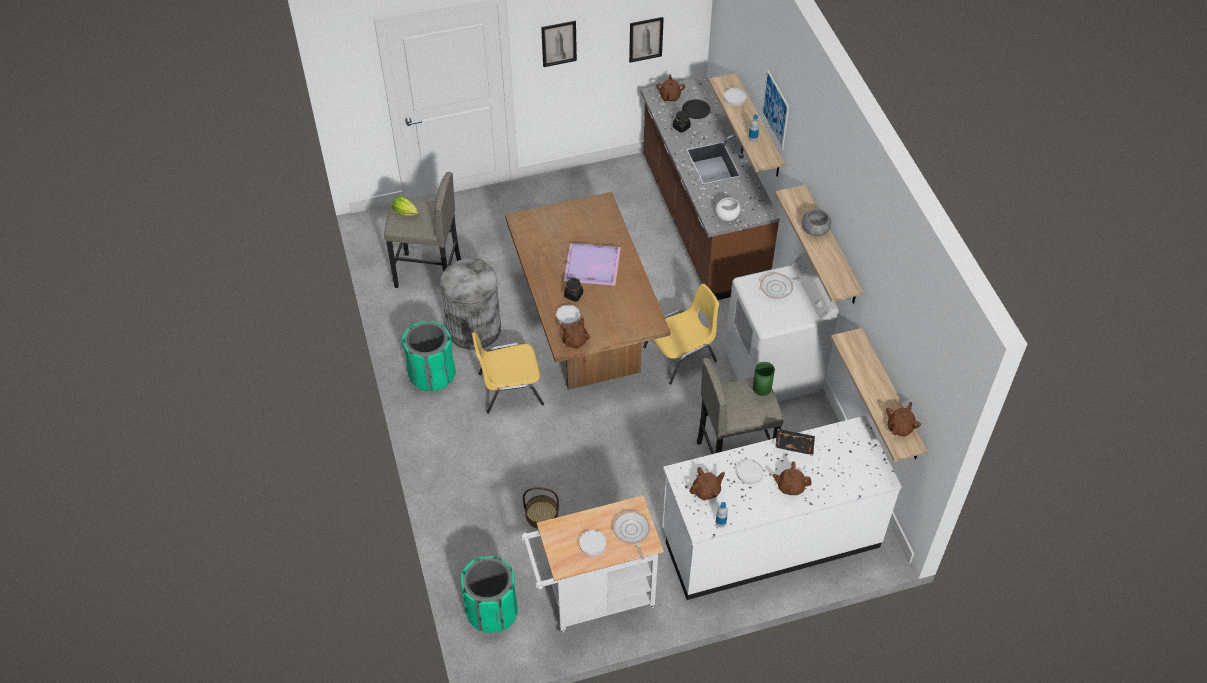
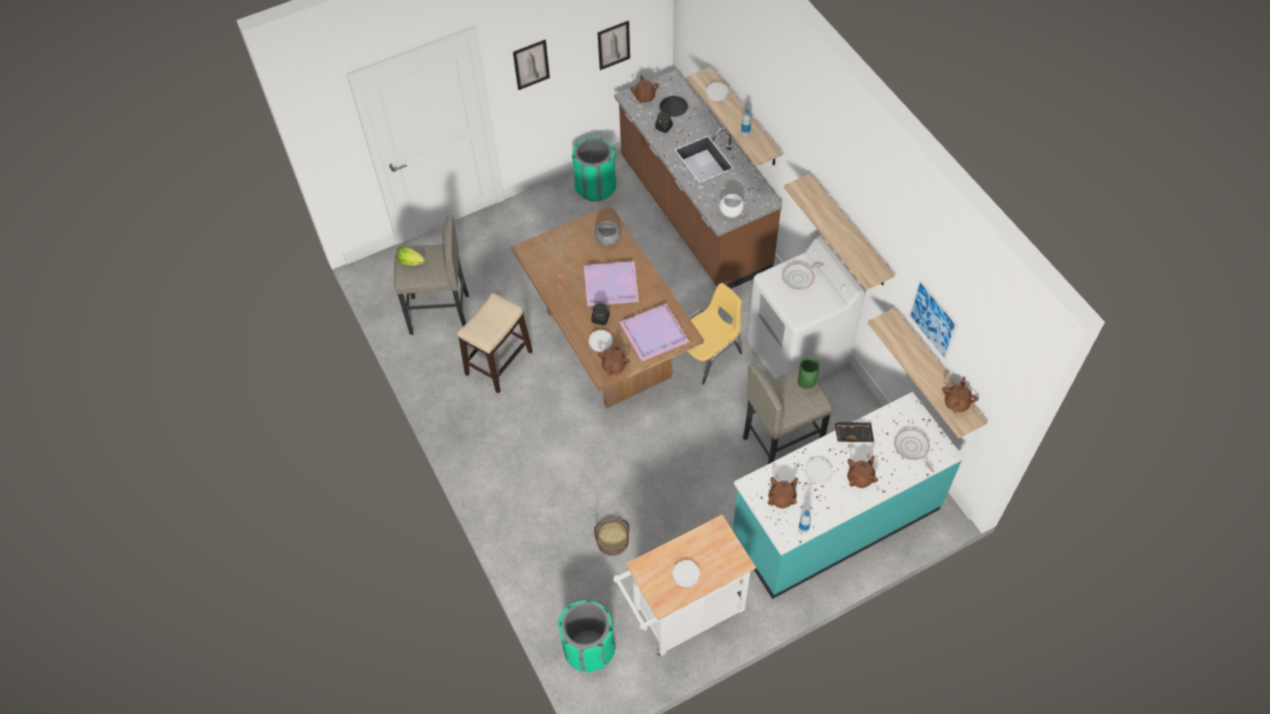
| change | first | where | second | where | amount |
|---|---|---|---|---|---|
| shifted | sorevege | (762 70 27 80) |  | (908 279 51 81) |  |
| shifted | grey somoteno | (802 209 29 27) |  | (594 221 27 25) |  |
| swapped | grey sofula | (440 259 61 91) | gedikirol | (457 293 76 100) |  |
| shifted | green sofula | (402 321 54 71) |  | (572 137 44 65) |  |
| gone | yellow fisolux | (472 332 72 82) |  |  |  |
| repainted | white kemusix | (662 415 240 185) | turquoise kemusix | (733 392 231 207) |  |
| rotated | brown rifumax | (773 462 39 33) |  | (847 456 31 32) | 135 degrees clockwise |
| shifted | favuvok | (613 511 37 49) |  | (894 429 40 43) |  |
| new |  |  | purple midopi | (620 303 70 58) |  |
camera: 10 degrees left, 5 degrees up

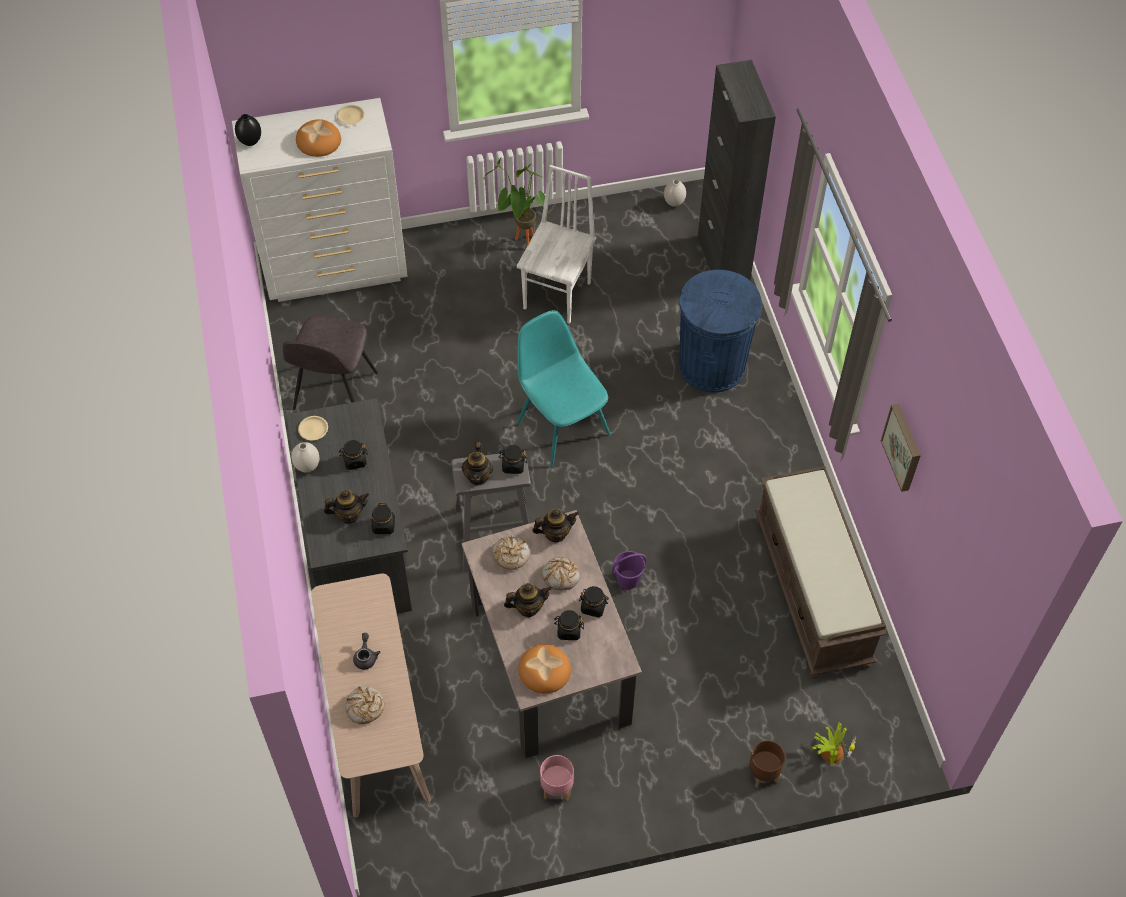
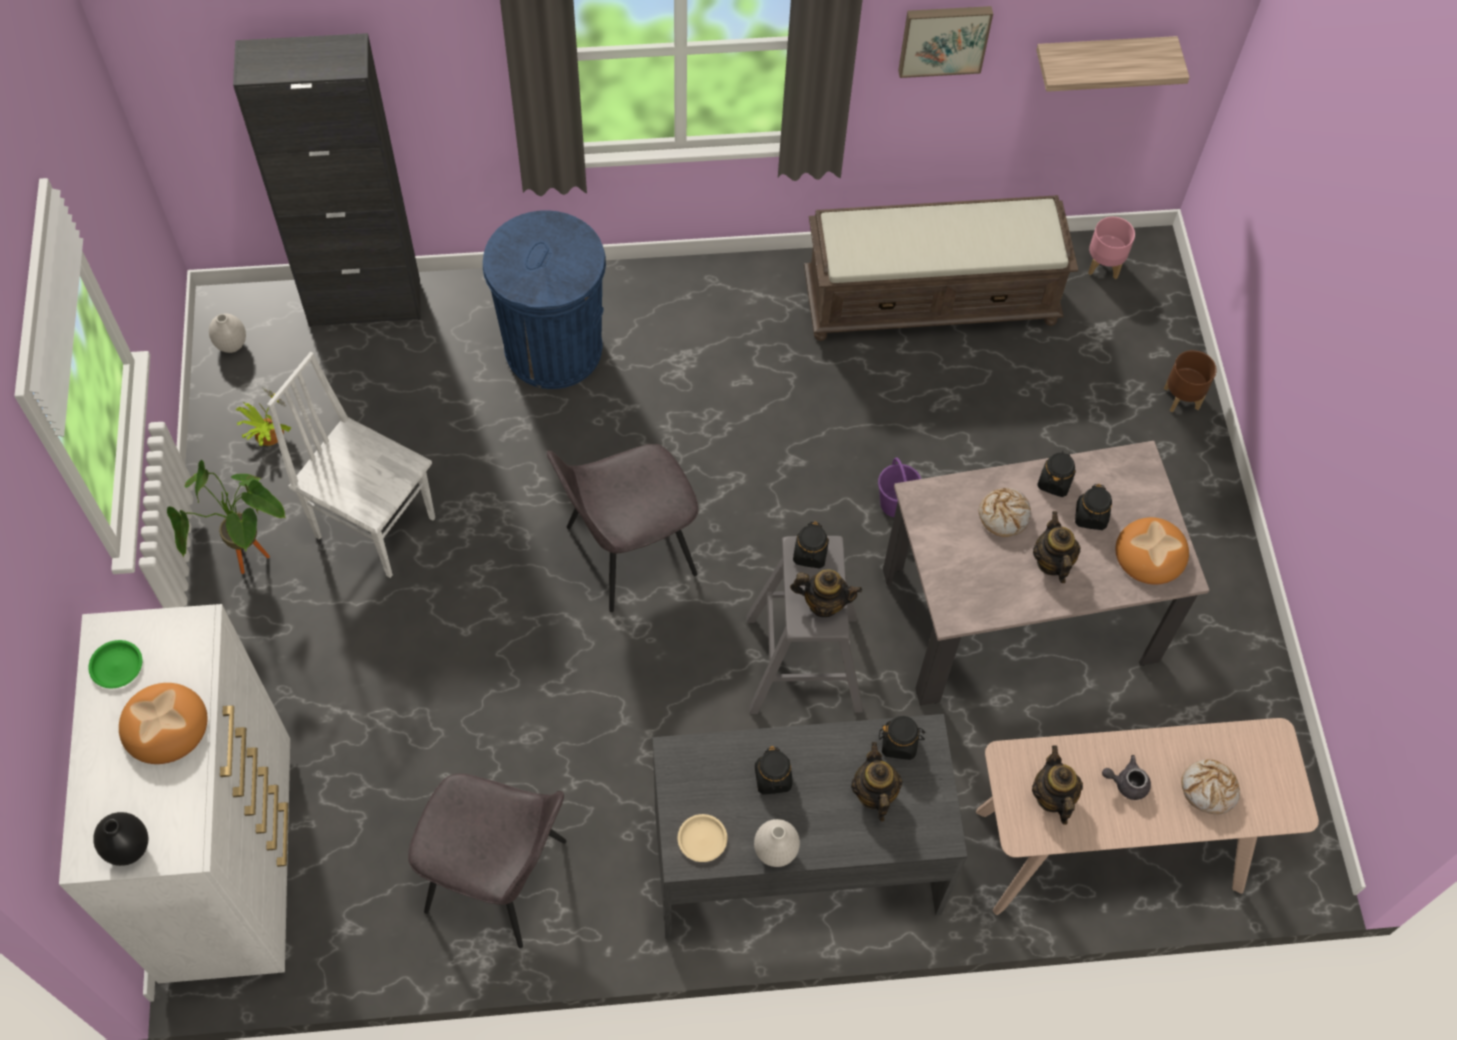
| change | first | where | second | where | amount |
|---|---|---|---|---|---|
| repainted | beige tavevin | (337 105 28 20) | green tavevin | (88 640 54 48) |  |
| repainted | turquoise fisolux | (517 310 93 157) | grey fisolux | (547 444 151 168) |  |
| shifted | rifumax | (532 509 47 34) |  | (1032 745 51 80) |  |
| gone | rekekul | (492 535 38 35) |  |  |  |
| shifted | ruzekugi | (812 723 44 43) |  | (236 388 55 58) |  |
| shifted | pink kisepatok | (540 755 34 46) |  | (1088 217 47 62) |  |
| new |  |  | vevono | (1036 36 154 56) |  |
camera: 85 degrees left, 5 degrees up

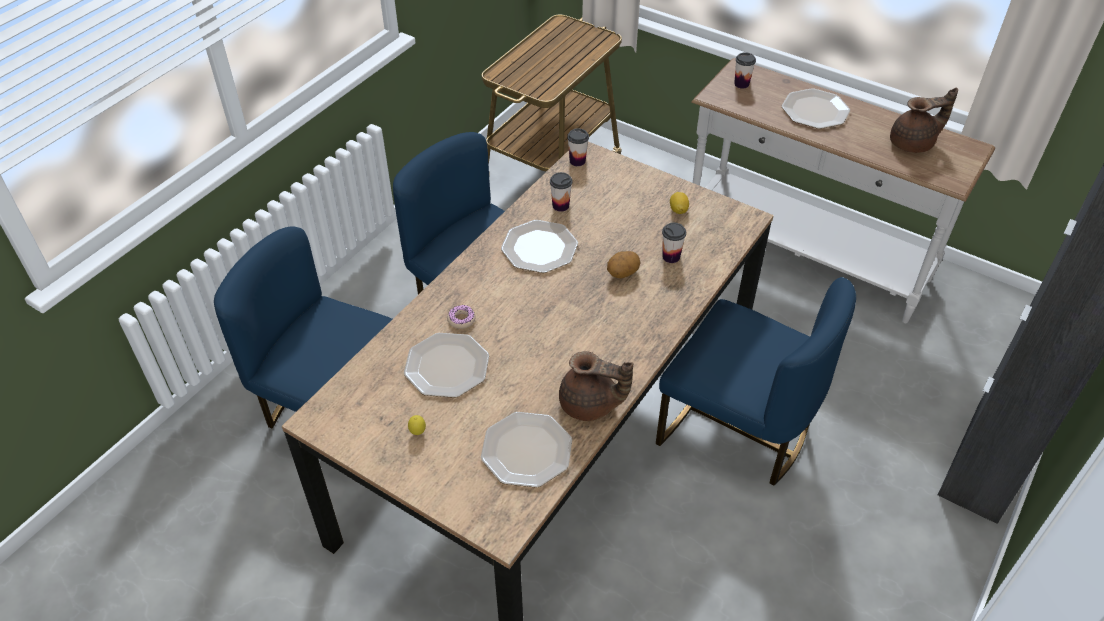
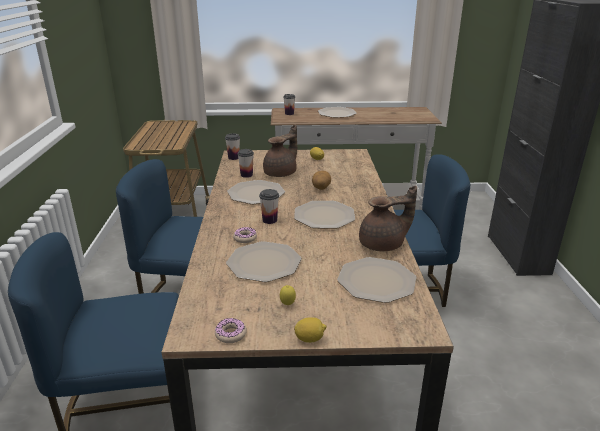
| change | first | where | second | where | amount |
|---|---|---|---|---|---|
| shifted | brown rifumax | (890 87 68 66) |  | (263 124 34 53) |  |
| shifted | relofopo | (662 223 24 40) |  | (259 189 20 35) |  |
| new |  |  | tavevin | (294 201 61 28) |  |
| new |  |  | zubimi | (294 317 32 26) |  |
| new |  |  | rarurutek | (215 318 32 25) |  |
camera: 35 degrees left, 20 degrees down

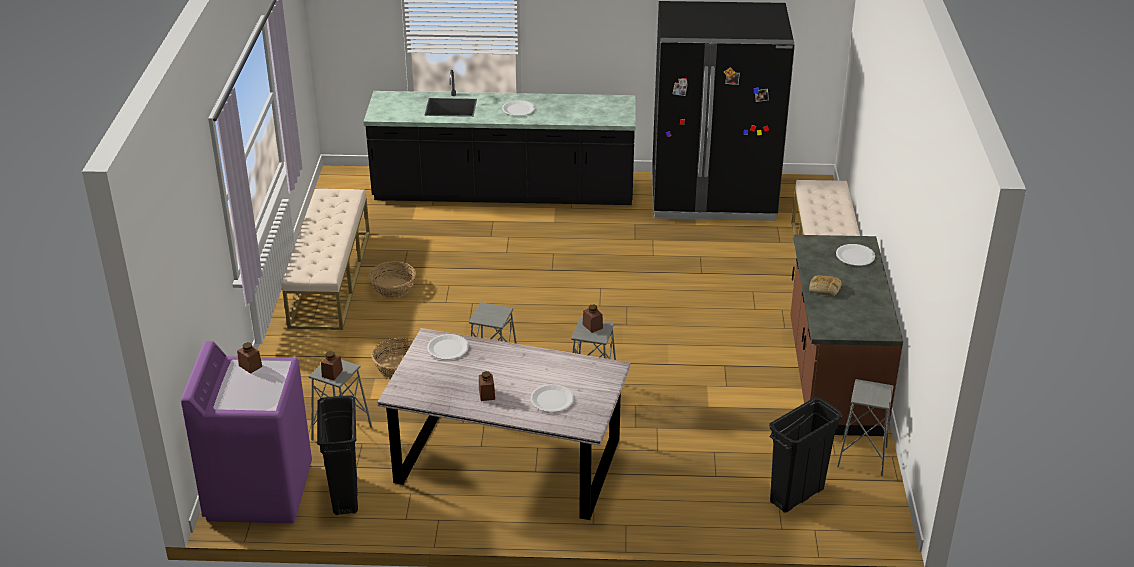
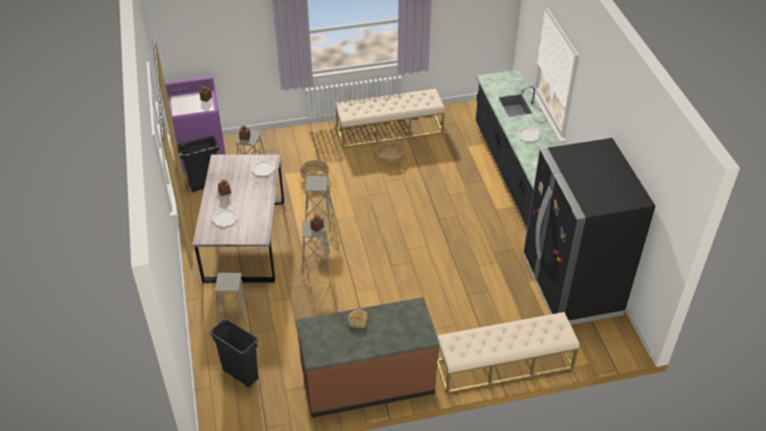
| change | first | where | second | where | amount |
|---|---|---|---|---|---|
| gone | white tavevin | (836 244 39 22) |  |  |  |
| shifted | grey gedikirol | (837 379 57 97) |  | (214 273 36 53) |  |
camera: 75 degrees right, 10 degrees up

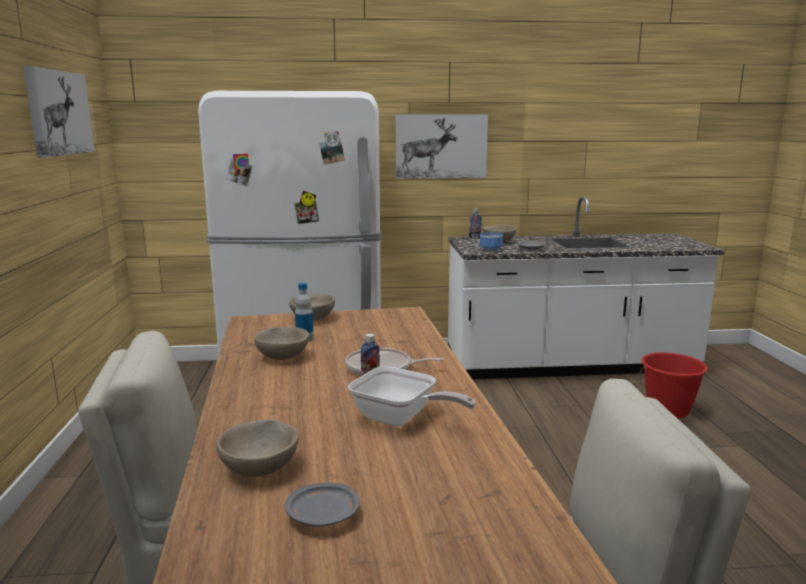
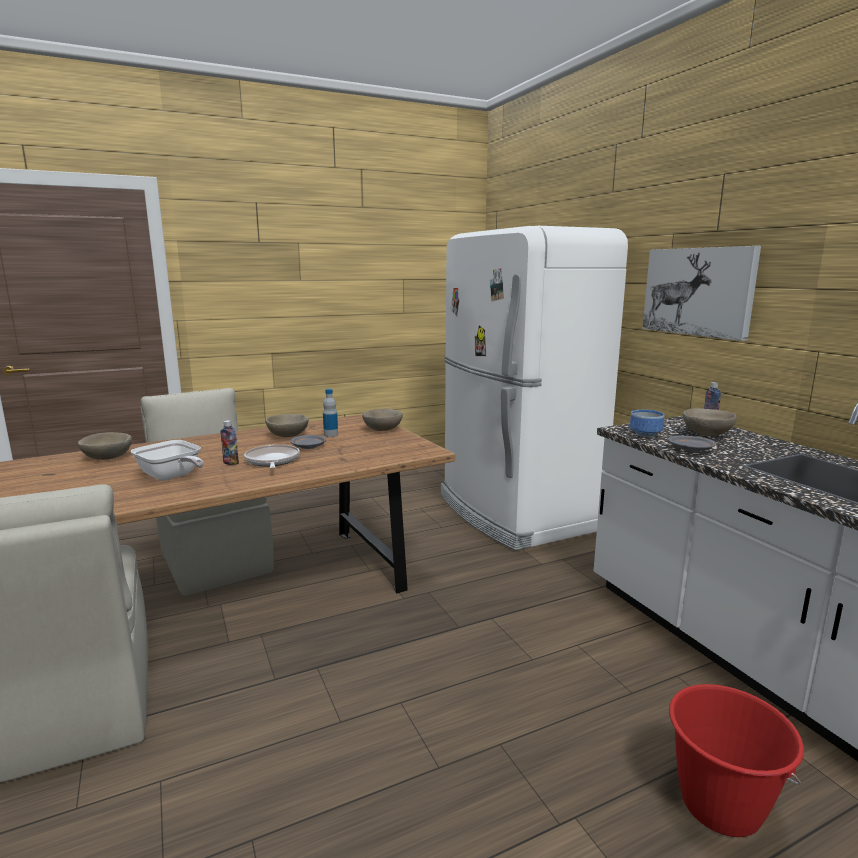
| change | first | where | second | where | amount |
|---|---|---|---|---|---|
| gone | sorevege | (24 66 70 92) |  |  |  |
| rotated | favuvok | (348 366 128 60) |  | (130 440 74 41) | 60 degrees counterclockwise |
| shifted | grey tavevin | (285 483 75 44) |  | (290 435 36 14) |  |
camera: 70 degrees right, 0 degrees up

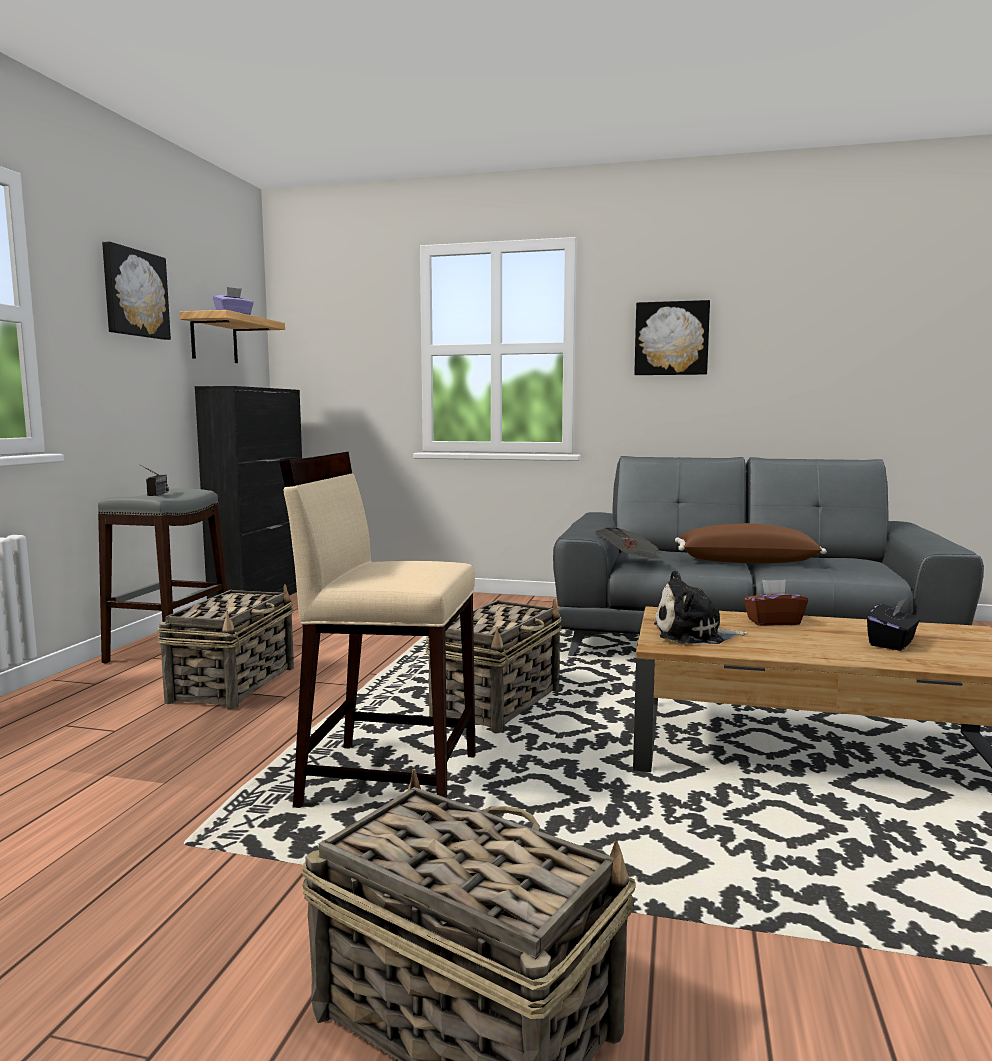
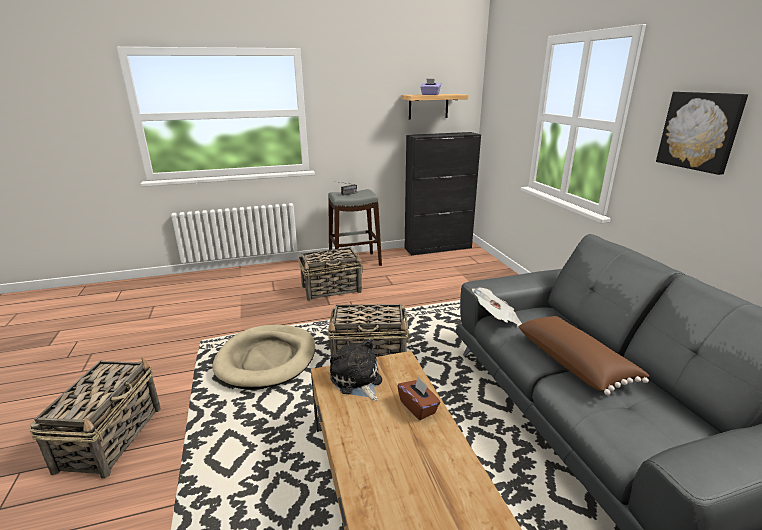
| change | first | where | second | where | amount |
|---|---|---|---|---|---|
| gone | sorevege | (102 241 69 99) |  |  |  |
| swapped | beige gedikirol | (280 452 196 356) | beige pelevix | (212 325 103 65) |  |
| gone | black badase | (867 598 53 53) |  |  |  |
camera: 60 degrees right, 15 degrees up

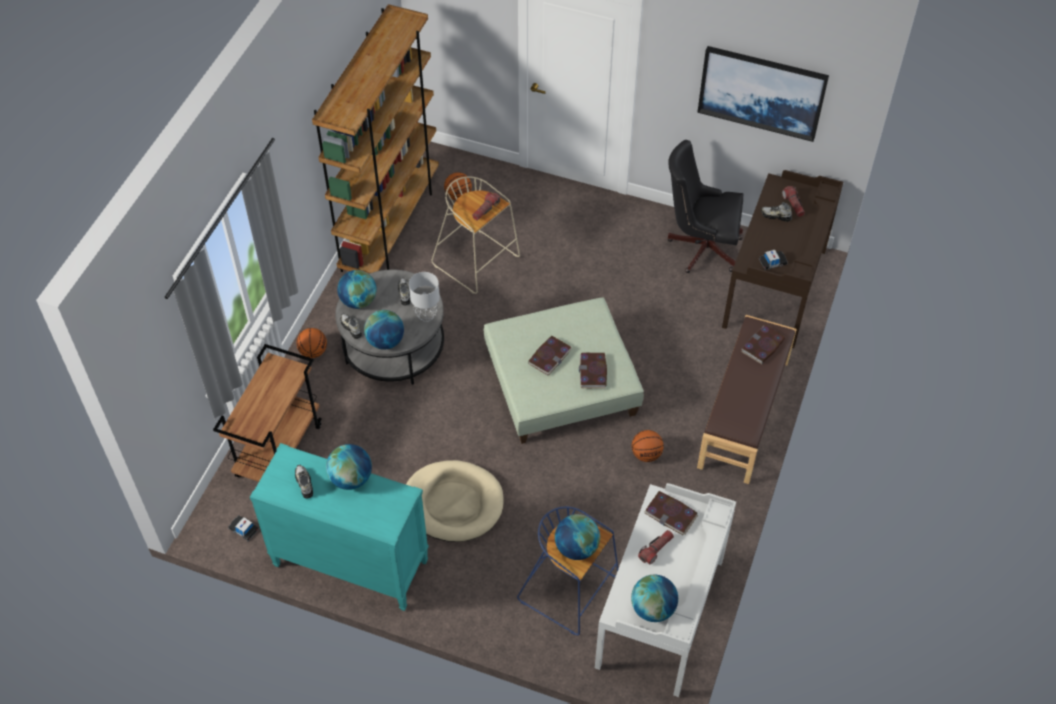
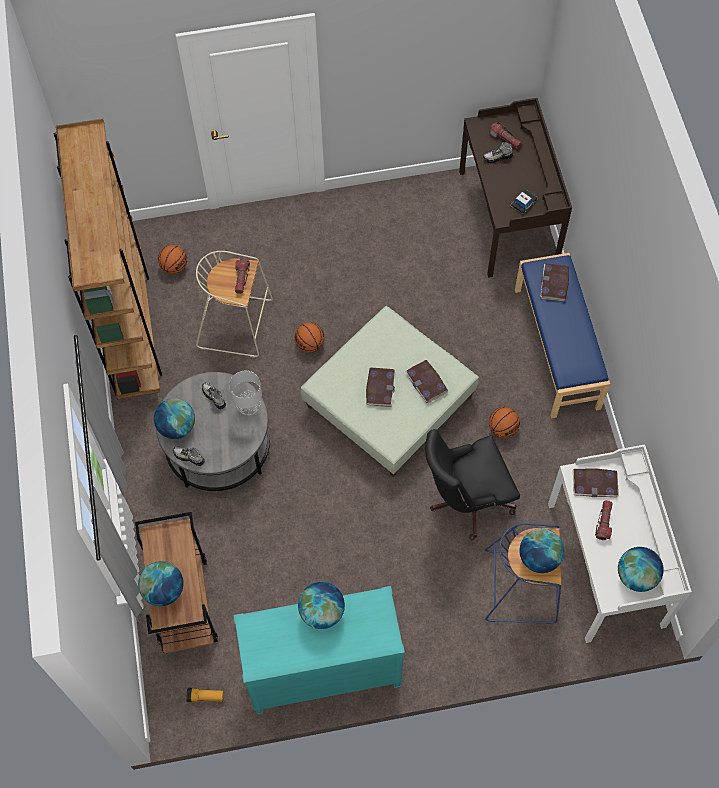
| change | first | where | second | where | amount |
|---|---|---|---|---|---|
| gone | sorevege | (698 46 131 96) |  |  |  |
| shifted | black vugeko | (667 140 76 133) |  | (425 429 95 111) |  |
| shifted | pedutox | (364 310 40 40) |  | (138 561 45 45) |  |
| repainted | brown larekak | (697 315 100 169) | blue larekak | (515 253 95 165) |  |
| shifted | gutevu | (296 328 31 30) |  | (295 323 30 29) |  |
| gone | beige pelevix | (406 460 98 82) |  |  |  |
| gone | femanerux | (295 465 18 34) |  |  |  |
| swapped | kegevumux | (228 515 31 26) | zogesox | (186 688 38 14) |  |
camera: 30 degrees left, 10 degrees up

